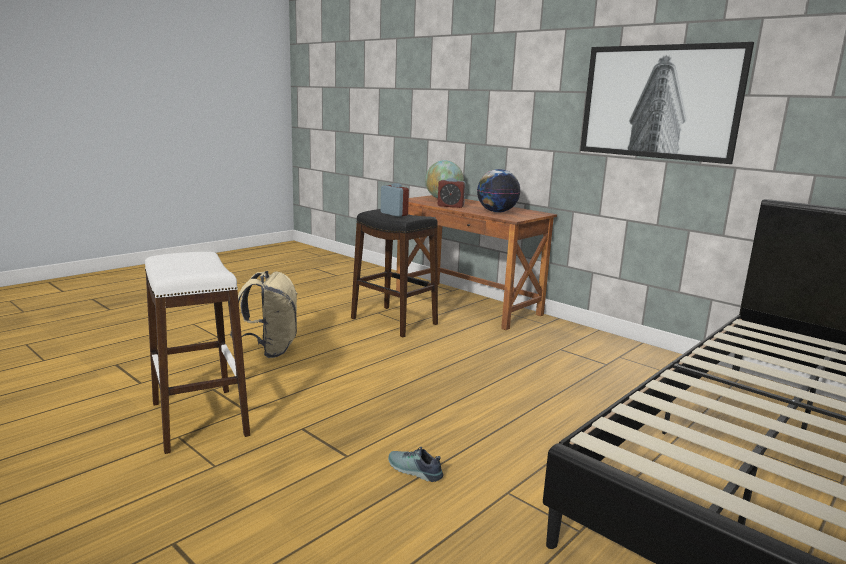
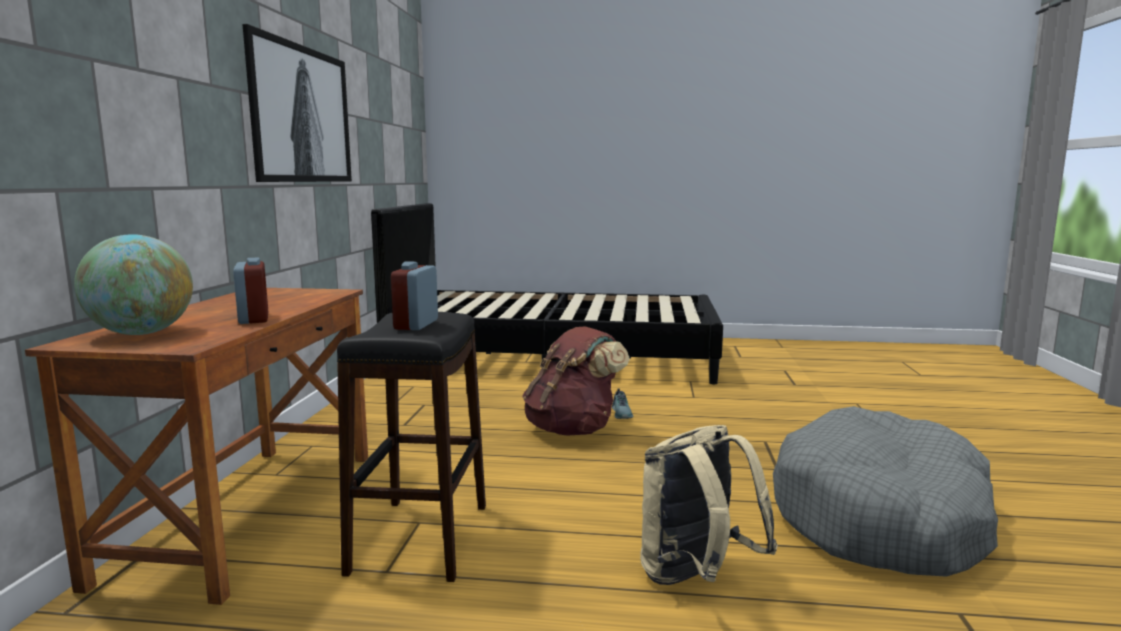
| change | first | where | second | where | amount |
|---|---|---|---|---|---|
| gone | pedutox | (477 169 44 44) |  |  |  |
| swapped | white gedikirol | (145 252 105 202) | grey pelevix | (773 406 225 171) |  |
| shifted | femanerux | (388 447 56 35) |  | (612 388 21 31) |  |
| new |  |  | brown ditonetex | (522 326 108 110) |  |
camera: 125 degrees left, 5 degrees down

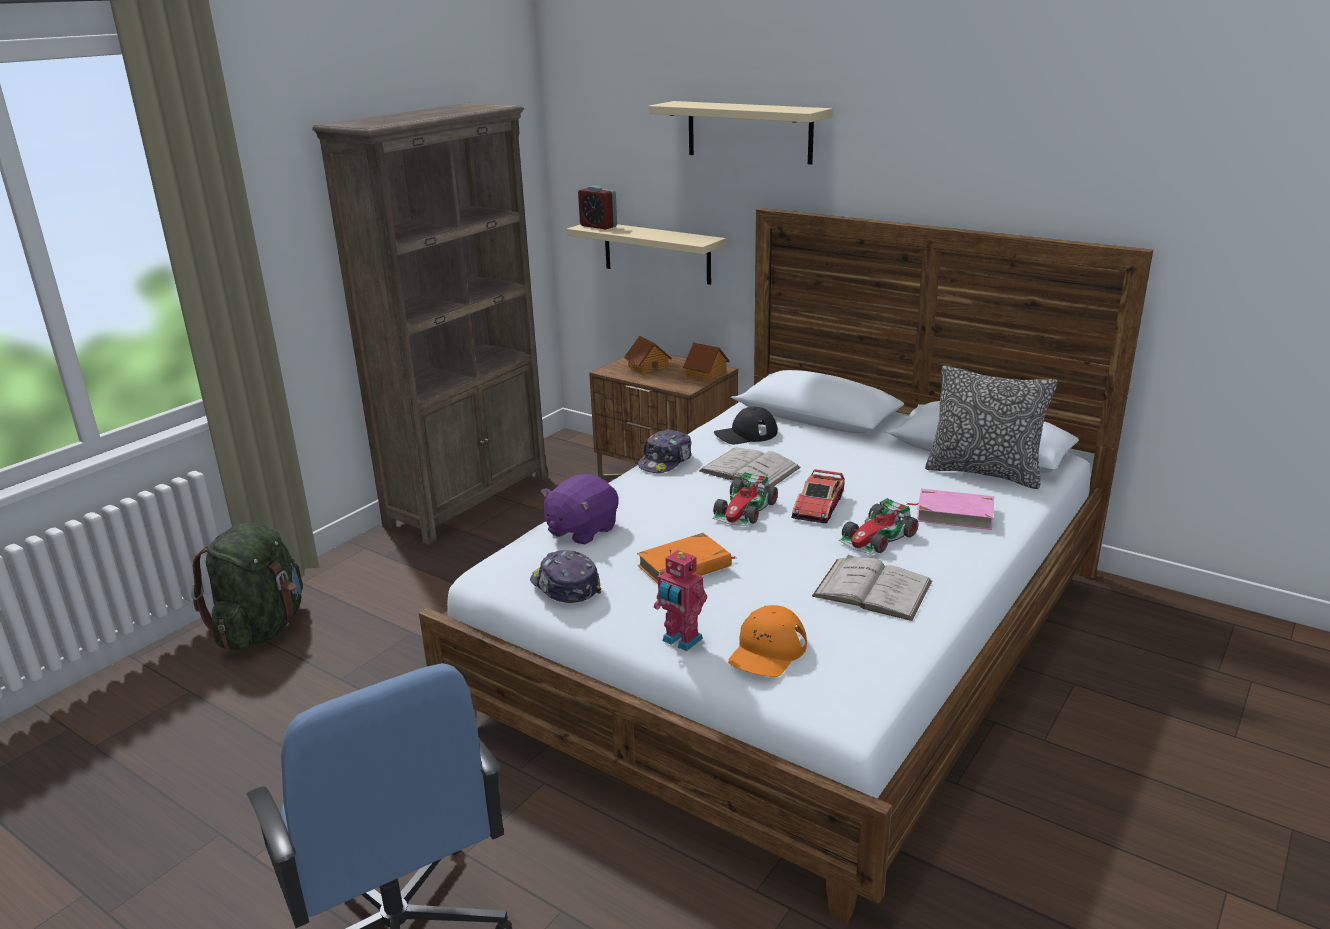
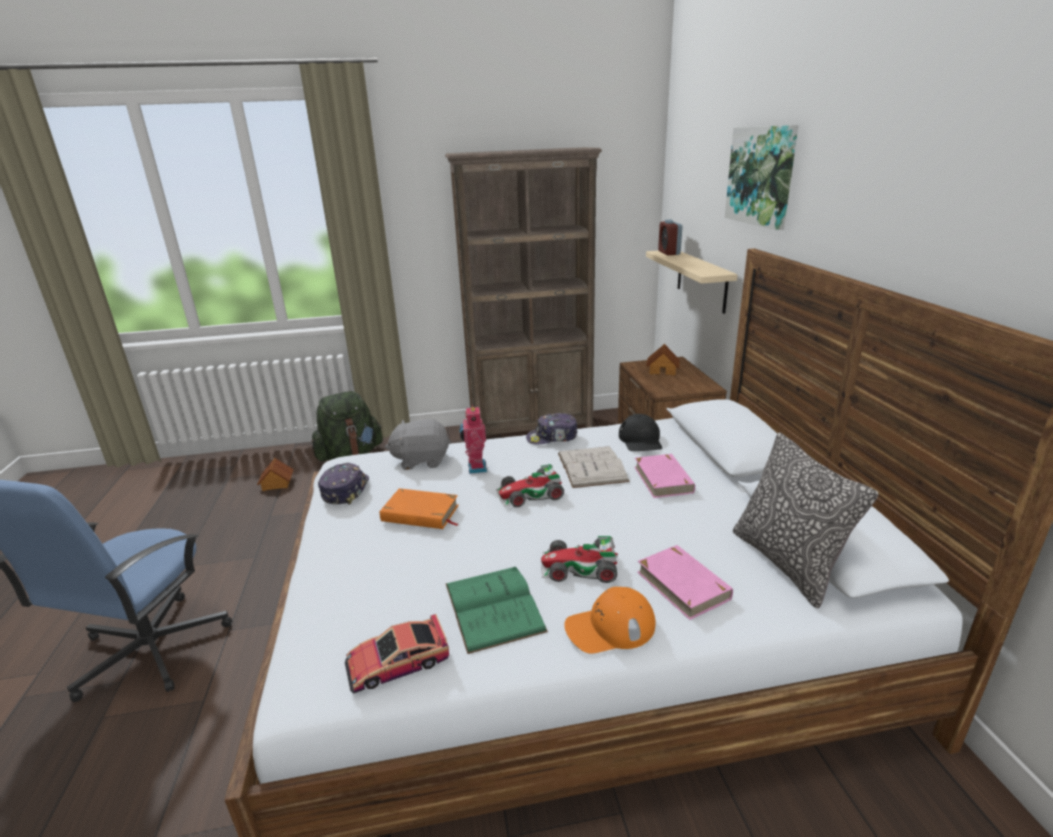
| change | first | where | second | where | amount |
|---|---|---|---|---|---|
| swapped | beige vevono | (648 101 185 64) | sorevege | (725 125 73 105) |  |
| shifted | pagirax | (683 343 46 38) |  | (257 458 37 33) |  |
| rotated | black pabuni | (714 407 64 37) |  | (619 414 43 37) | 120 degrees counterclockwise |
| shifted | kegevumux | (791 469 54 54) |  | (345 614 104 80) |  |
| repainted | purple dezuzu | (541 474 77 70) | grey dezuzu | (385 419 65 51) |  |
| shifted | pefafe | (654 550 53 101) |  | (460 405 27 69) |  |
| repainted | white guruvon | (812 555 120 66) | green guruvon | (446 567 102 87) |  |
| shifted | orange pabuni | (728 605 79 72) |  | (564 587 92 67) |  |
| new |  |  | pink guruvon | (635 454 60 44) |  |
camera: 45 degrees right, 0 degrees up

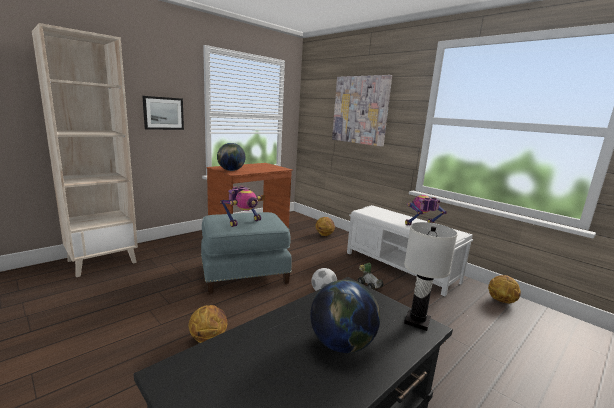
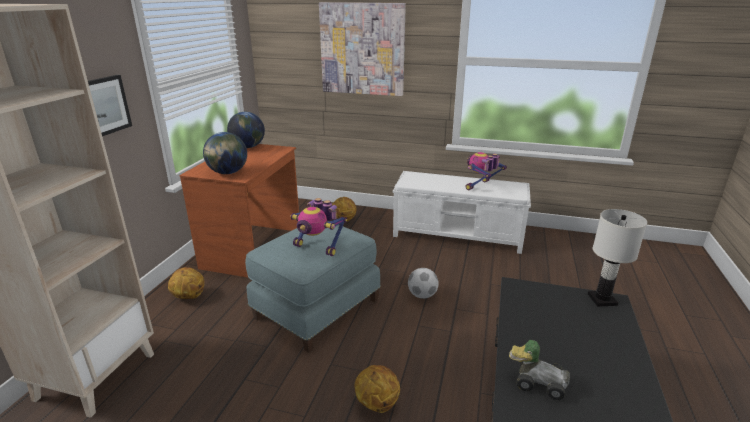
| change | first | where | second | where | amount |
|---|---|---|---|---|---|
| rotated | pefafe | (220 185 42 42) |  | (290 198 57 58) | 105 degrees clockwise |
| shifted | kegevumux | (358 263 26 26) |  | (509 340 61 60) |  |
| shifted | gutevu | (488 275 33 28) |  | (168 267 36 32) |  |
| shifted | pedutox | (310 280 70 73) |  | (227 112 38 36) |  |
camera: 30 degrees left, 10 degrees up

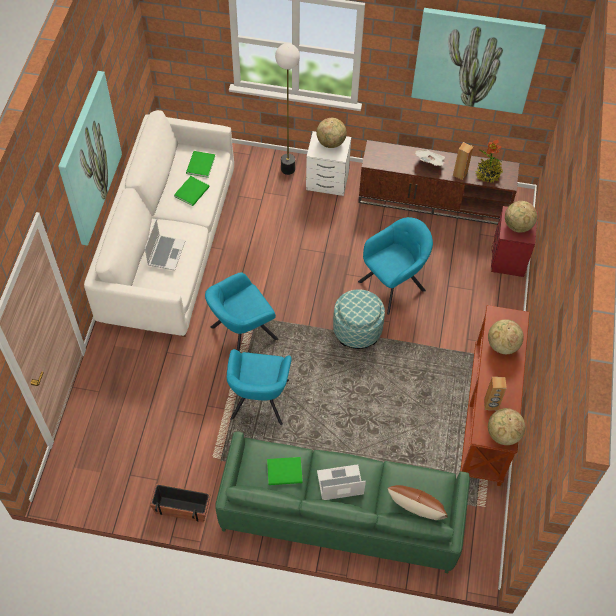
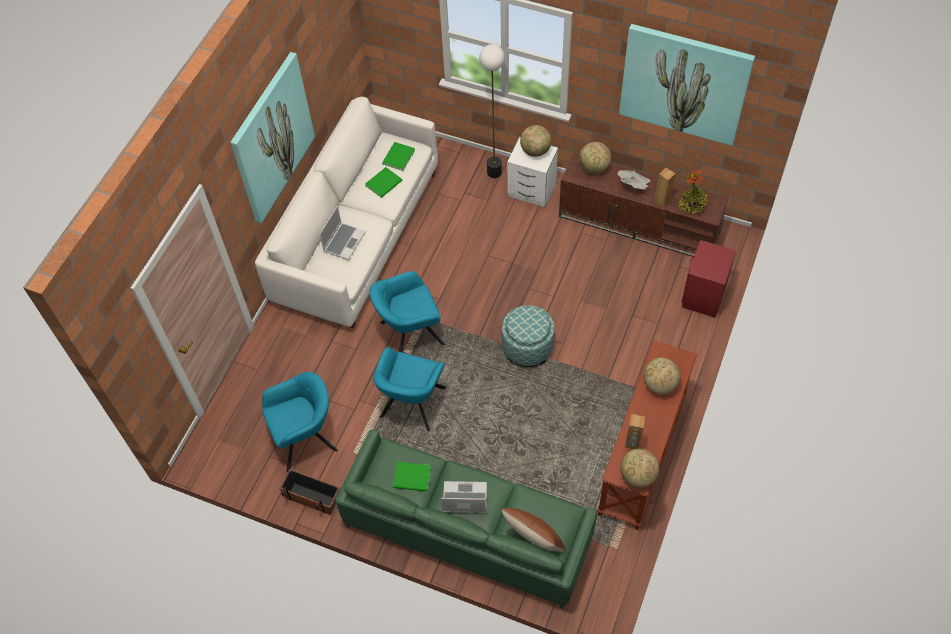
| change | first | where | second | where | amount |
|---|---|---|---|---|---|
| shifted | pedutox | (505 201 32 32) |  | (579 142 32 32) |  |
| shifted | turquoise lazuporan | (358 217 75 98) |  | (262 372 76 101) |  |
camera: 15 degrees right, 0 degrees up

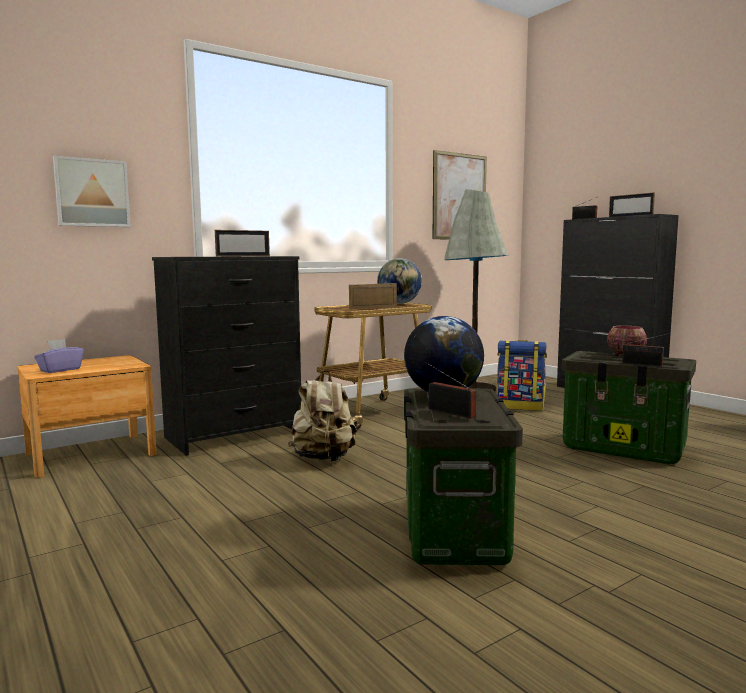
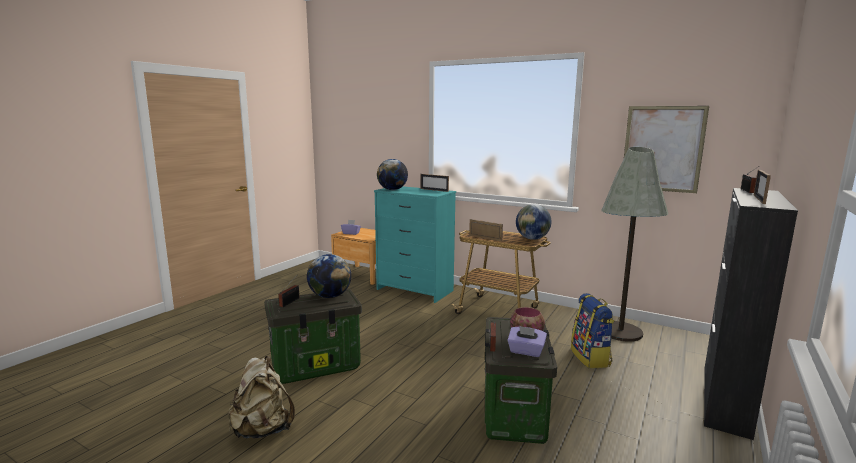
| change | first | where | second | where | amount |
|---|---|---|---|---|---|
| gone | sorevege | (53 156 78 71) |  |  |  |
| repainted | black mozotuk | (152 256 150 200) | turquoise mozotuk | (374 186 82 117) |  |
| shifted | beige ditonetex | (288 370 69 91) |  | (228 356 67 82) |  |
| new |  |  | pedutox | (377 159 31 31) |  |
| new |  |  | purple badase | (507 326 40 31) |  |
camera: 65 degrees right, 5 degrees up

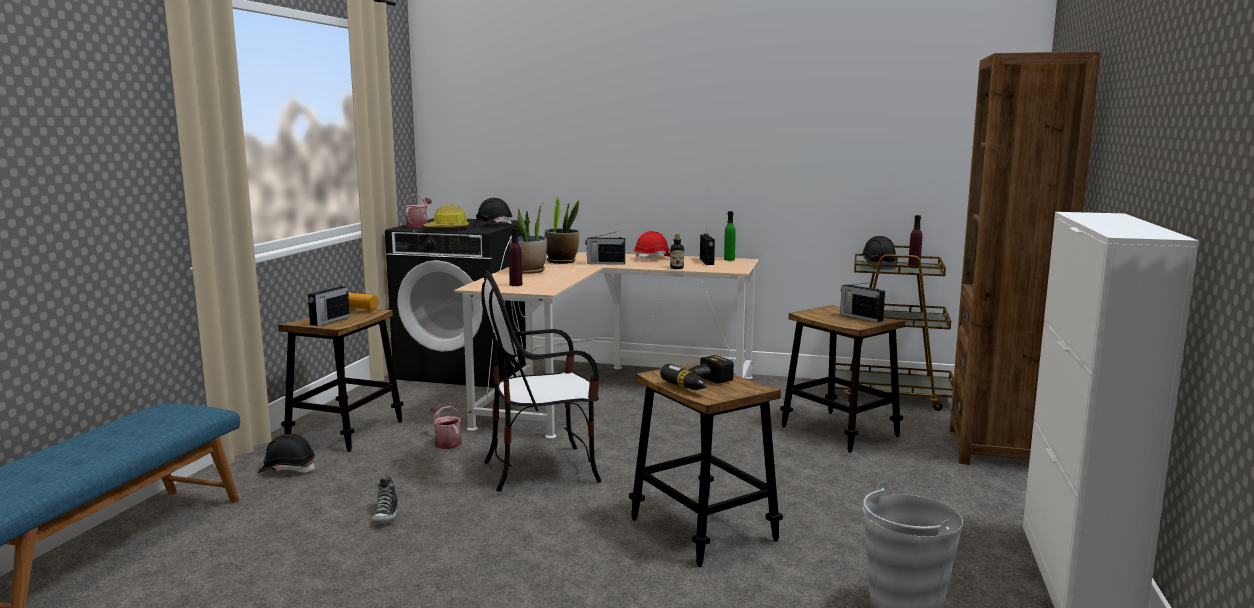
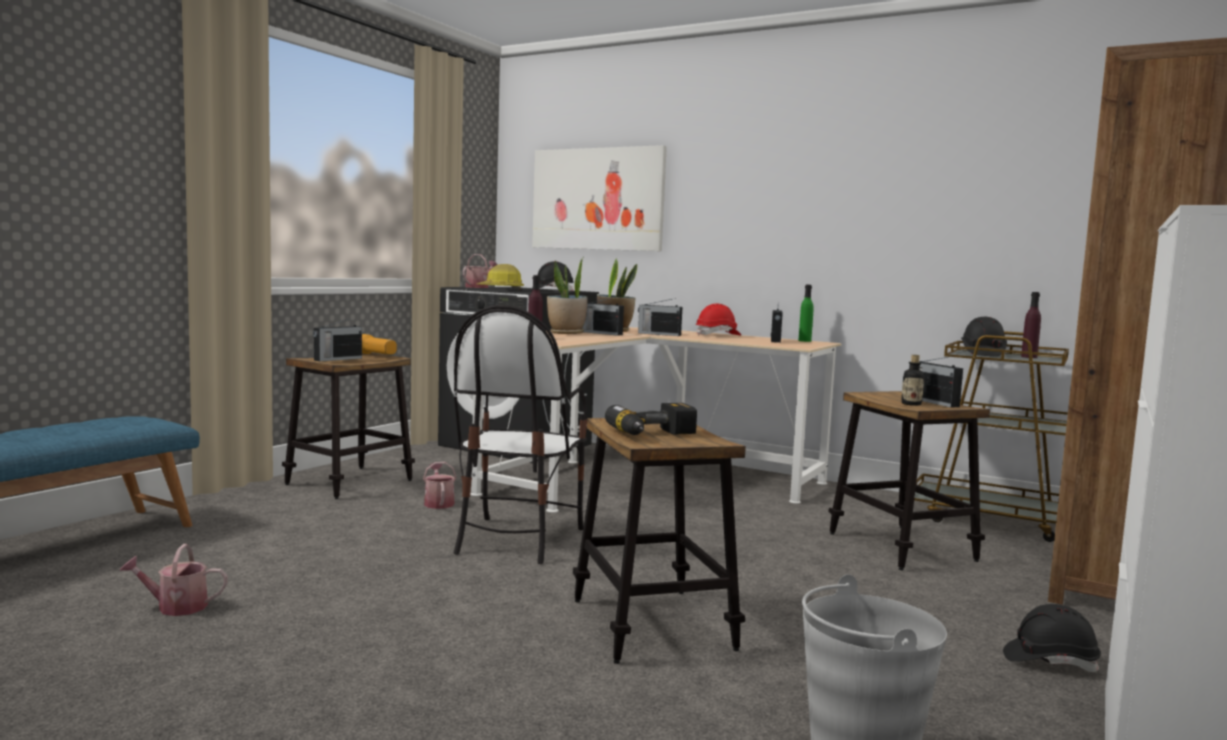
| change | first | where | second | where | amount |
|---|---|---|---|---|---|
| shifted | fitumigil | (670 234 14 35) |  | (901 355 23 51) |  |
| rotated | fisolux | (481 270 121 221) |  | (453 305 134 259) | 75 degrees counterclockwise |
| shifted | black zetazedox | (258 433 58 40) |  | (1003 604 98 68) |  |
| gone | femanerux | (372 476 26 48) |  |  |  |
| new |  |  | sorevege | (532 145 135 106) |  |
| new |  |  | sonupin | (582 297 42 39) |  |
| new |  |  | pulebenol | (119 544 109 72) |  |
camera: 15 degrees right, 5 degrees down

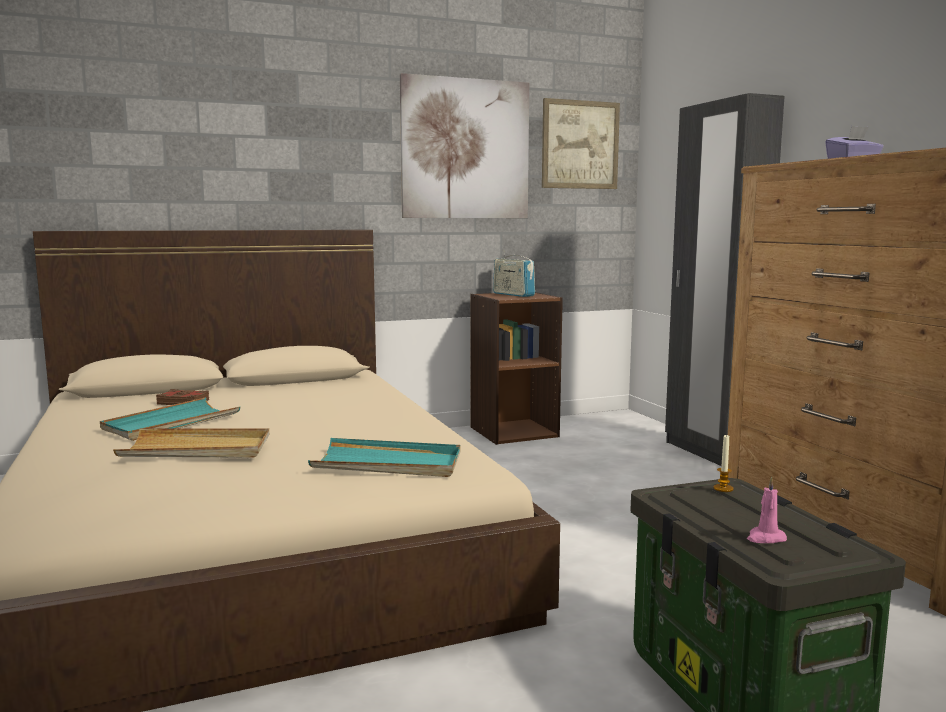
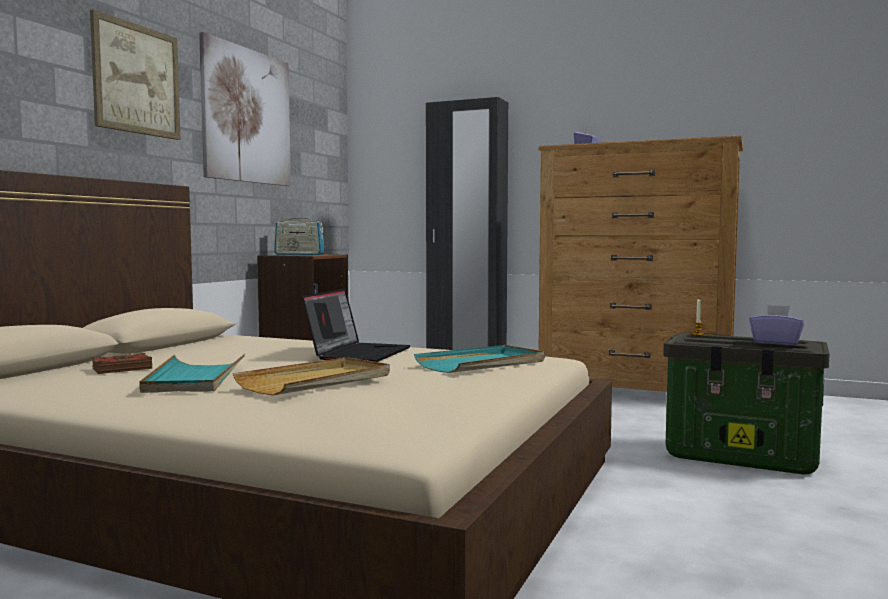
| change | first | where | second | where | amount |
|---|---|---|---|---|---|
| shifted | sorevege | (542 98 78 91) |  | (90 10 91 130) |  |
| swapped | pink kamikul | (747 476 40 67) | purple badase | (749 305 56 40) |  |
| new |  |  | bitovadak | (302 289 109 73) |  |
camera: 45 degrees left, 5 degrees down

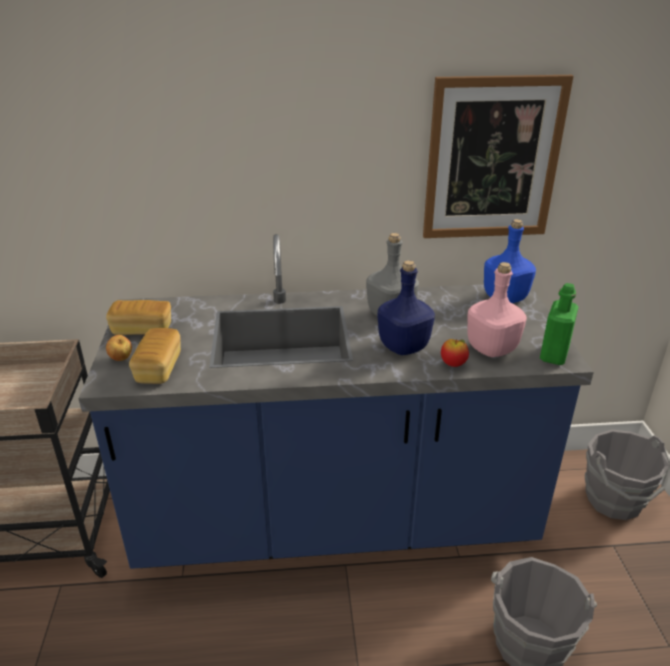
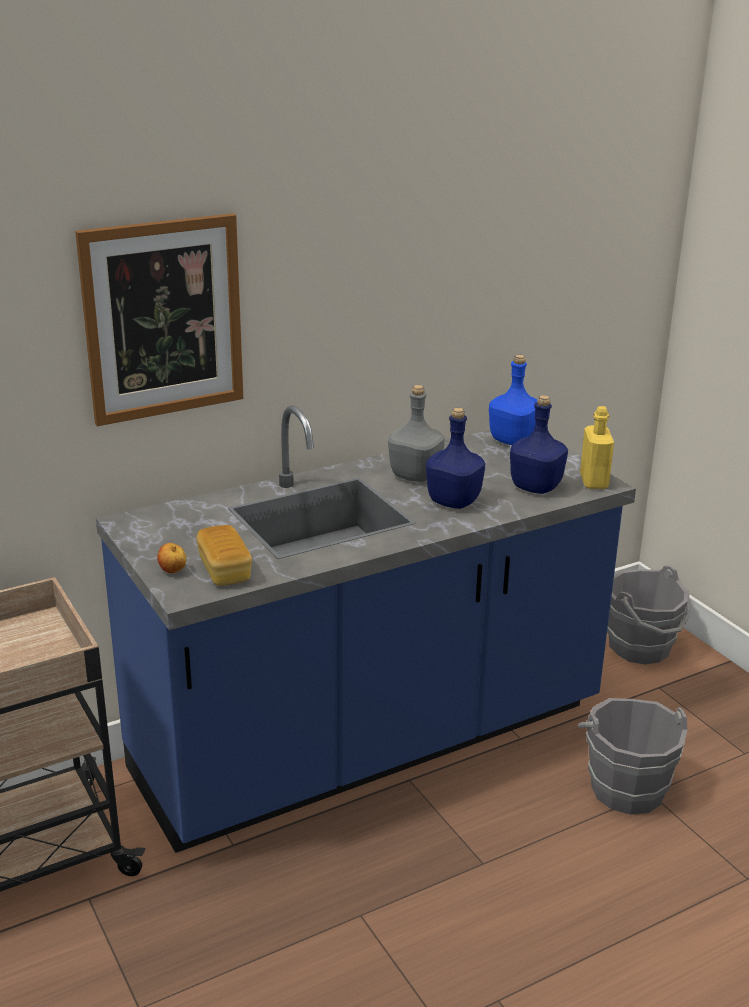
| change | first | where | second | where | amount |
|---|---|---|---|---|---|
| shifted | sorevege | (423 75 151 163) |  | (75 213 168 213) |  |
| repainted | pink fitumigil | (467 262 60 95) | blue fitumigil | (510 395 58 99) |  |
| repainted | green fitumigil | (540 283 38 82) | yellow fitumigil | (580 406 34 83) |  |
| gone | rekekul | (106 300 65 35) |  |  |  |
| gone | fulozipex | (441 339 28 28) |  |  |  |
camera: 25 degrees left, 5 degrees down

